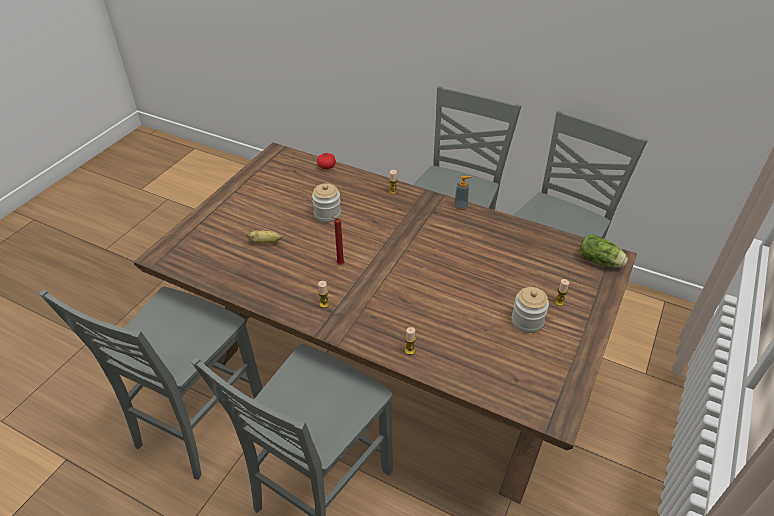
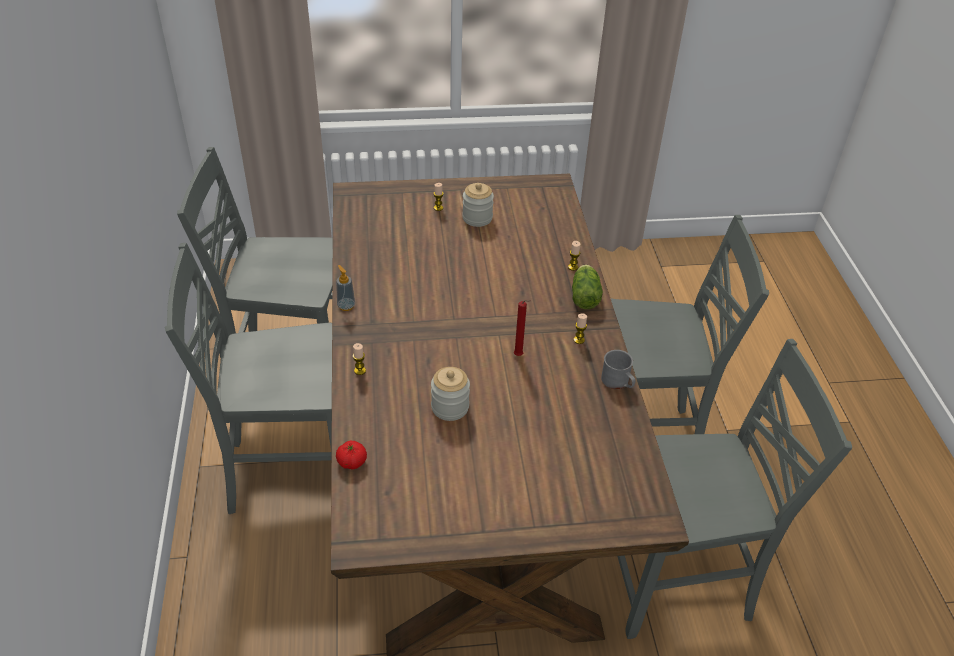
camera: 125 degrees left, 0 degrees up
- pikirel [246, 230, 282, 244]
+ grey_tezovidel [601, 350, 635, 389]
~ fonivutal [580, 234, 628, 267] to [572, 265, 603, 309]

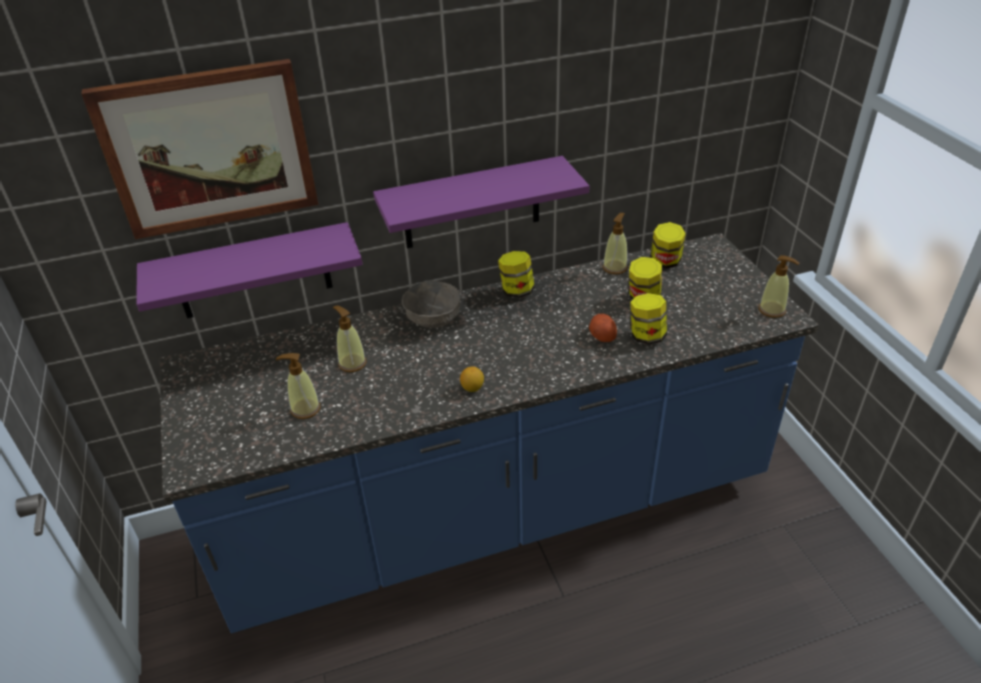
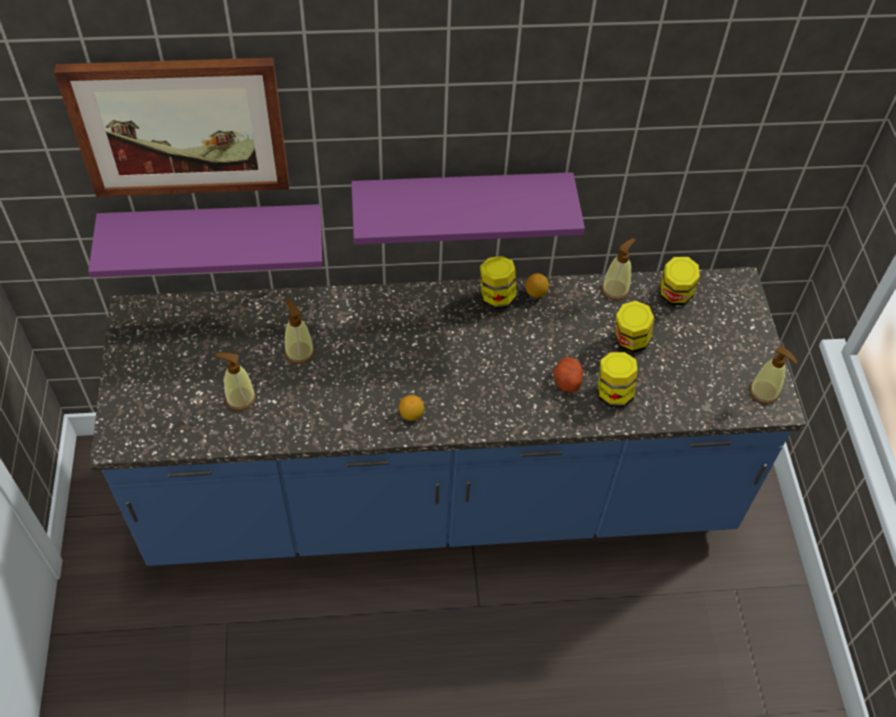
camera: 10 degrees right, 15 degrees up
- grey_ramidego [402, 281, 462, 328]
+ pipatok [526, 273, 549, 298]

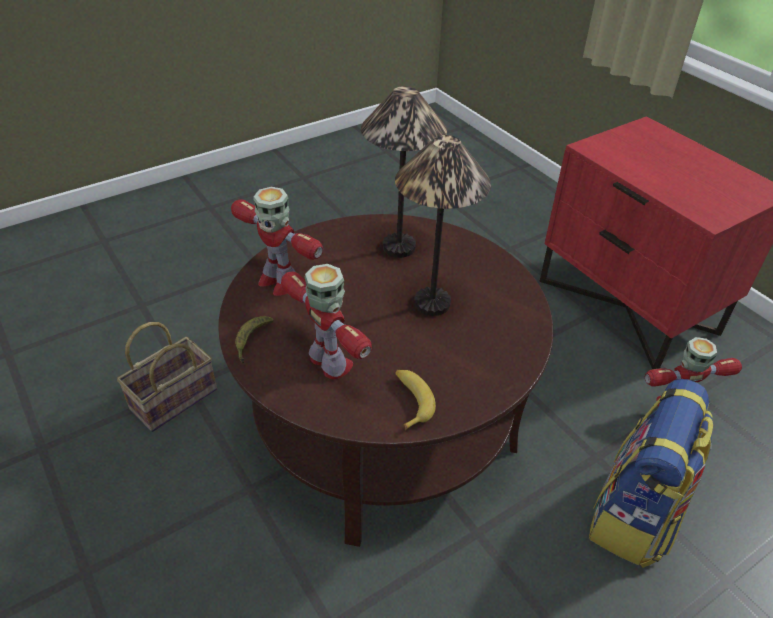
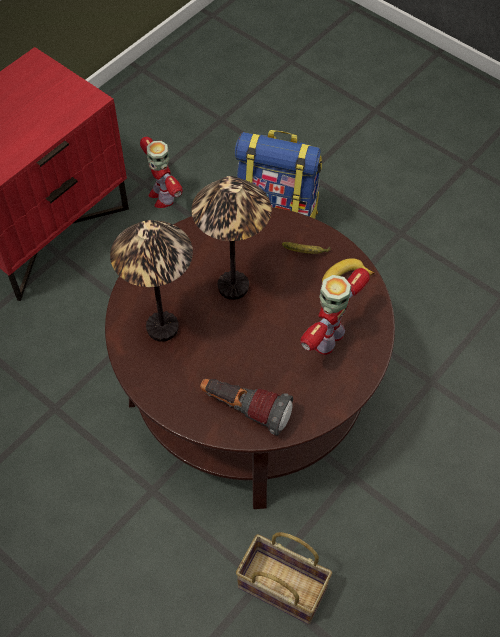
camera: 105 degrees left, 15 degrees up
~ pikirel [235, 316, 274, 364] to [282, 242, 331, 254]
~ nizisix [231, 187, 323, 296] to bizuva [200, 379, 293, 436]

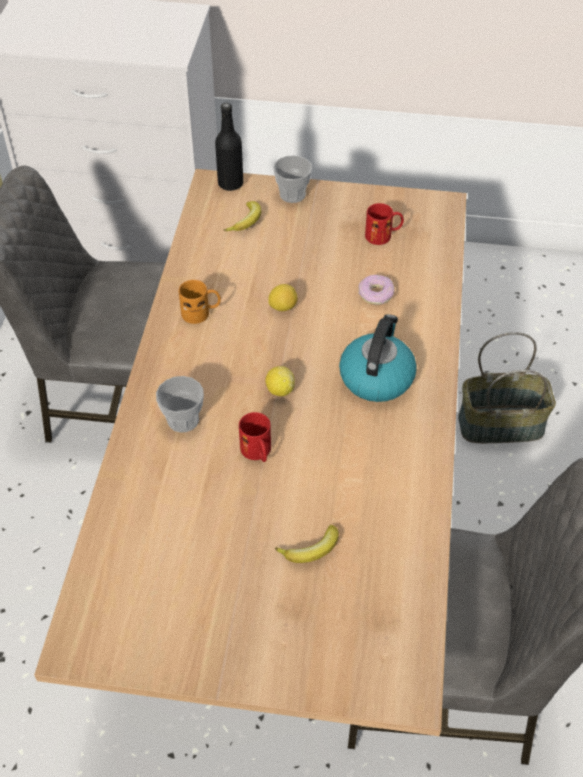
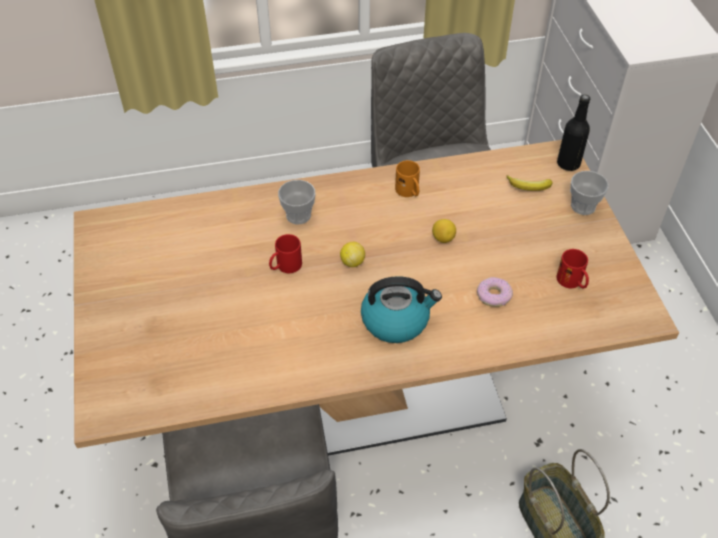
camera: 70 degrees right, 0 degrees up
- pikirel [275, 525, 339, 563]

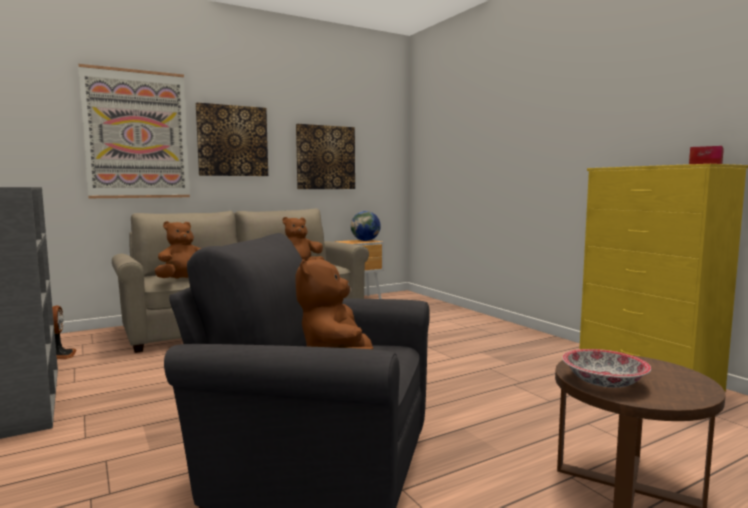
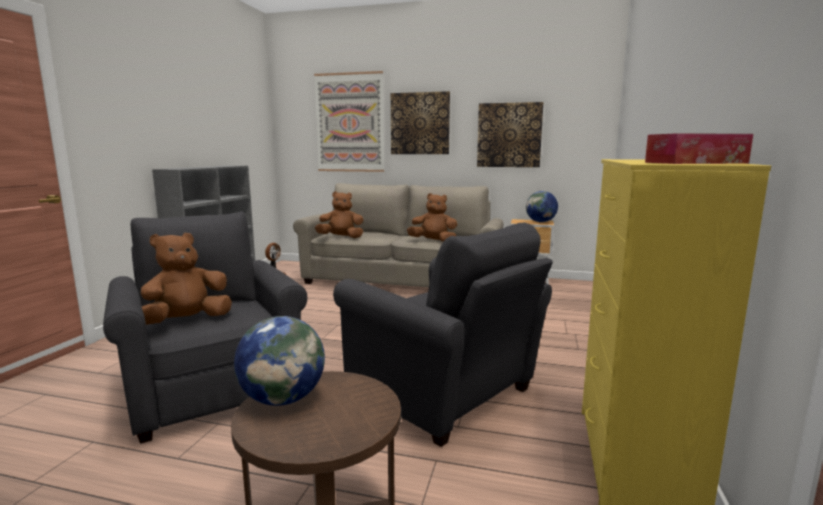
camera: 45 degrees right, 5 degrees up
+ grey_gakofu [333, 223, 553, 447]
~ ramidego [562, 349, 651, 388] to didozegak [234, 316, 325, 406]

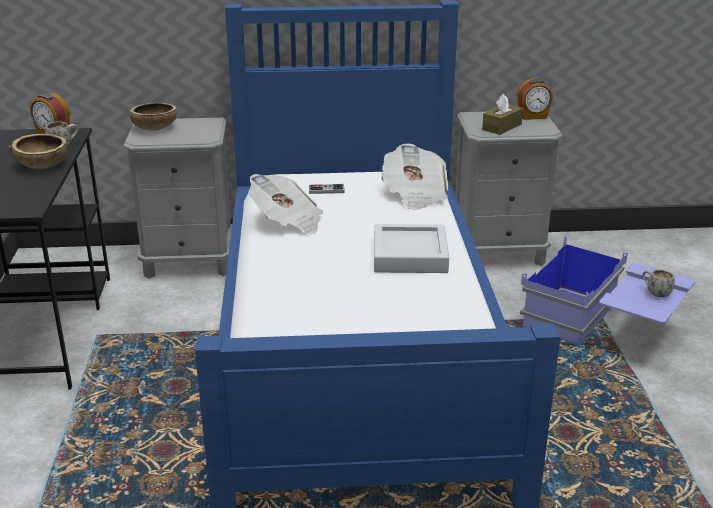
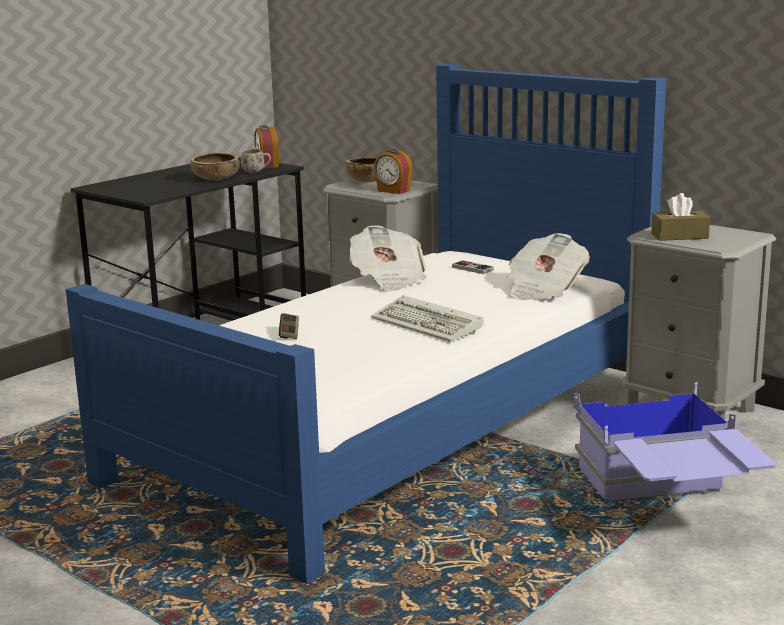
camera: 45 degrees right, 10 degrees down
- white_tezovidel [642, 270, 675, 297]
+ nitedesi [279, 313, 299, 339]
~ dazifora [517, 78, 553, 120] to [374, 149, 412, 194]
~ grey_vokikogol [374, 224, 449, 273] to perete [371, 295, 484, 342]

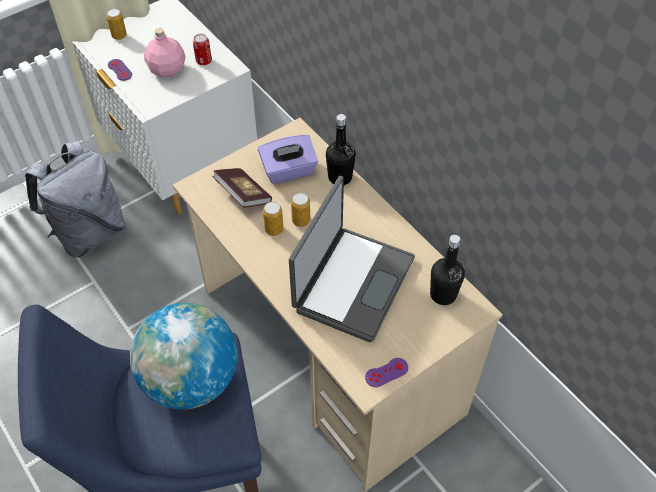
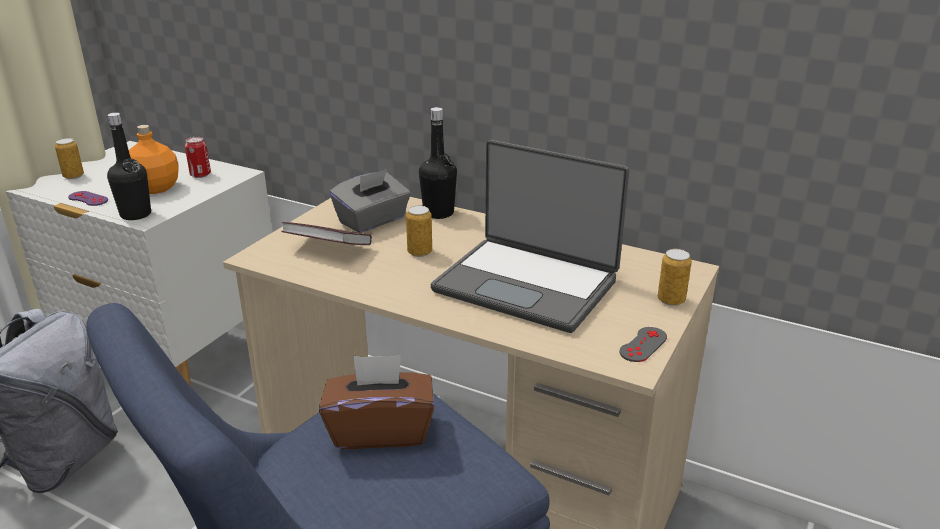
camera: 25 degrees left, 25 degrees down
~ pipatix [263, 202, 283, 236] to [658, 249, 692, 306]
~ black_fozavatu [430, 235, 465, 305] to [107, 113, 151, 220]
~ didozegak [130, 303, 237, 410] to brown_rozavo [319, 355, 434, 449]
~ pink_fozavatu [144, 28, 185, 78] to orange_fozavatu [129, 125, 179, 194]
~ purple_rozavo [258, 135, 318, 184] to grey_rozavo [330, 169, 411, 233]
~ purple_nitedesi [365, 358, 408, 387] to grey_nitedesi [619, 327, 667, 362]
~ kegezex [289, 176, 415, 342] = [431, 140, 629, 333] 120 degrees clockwise

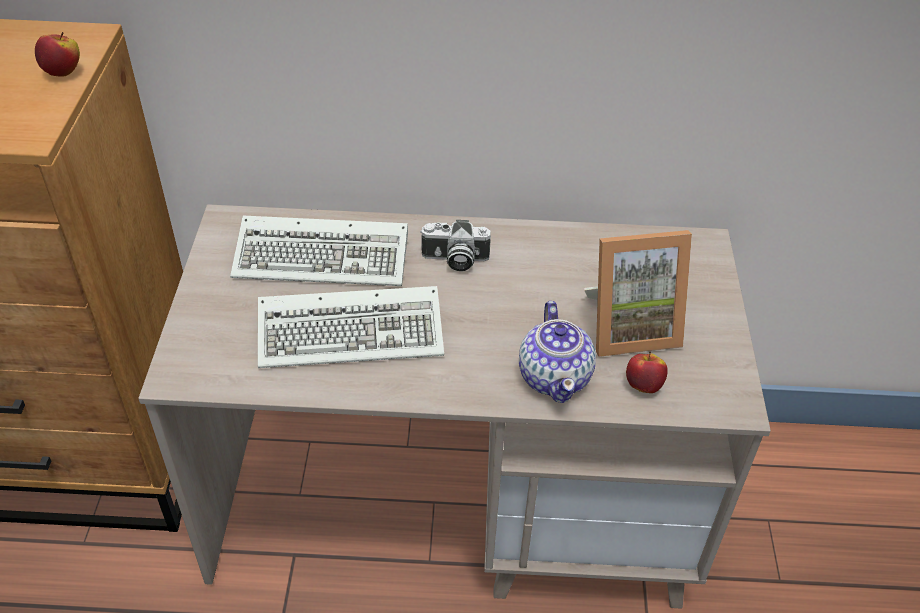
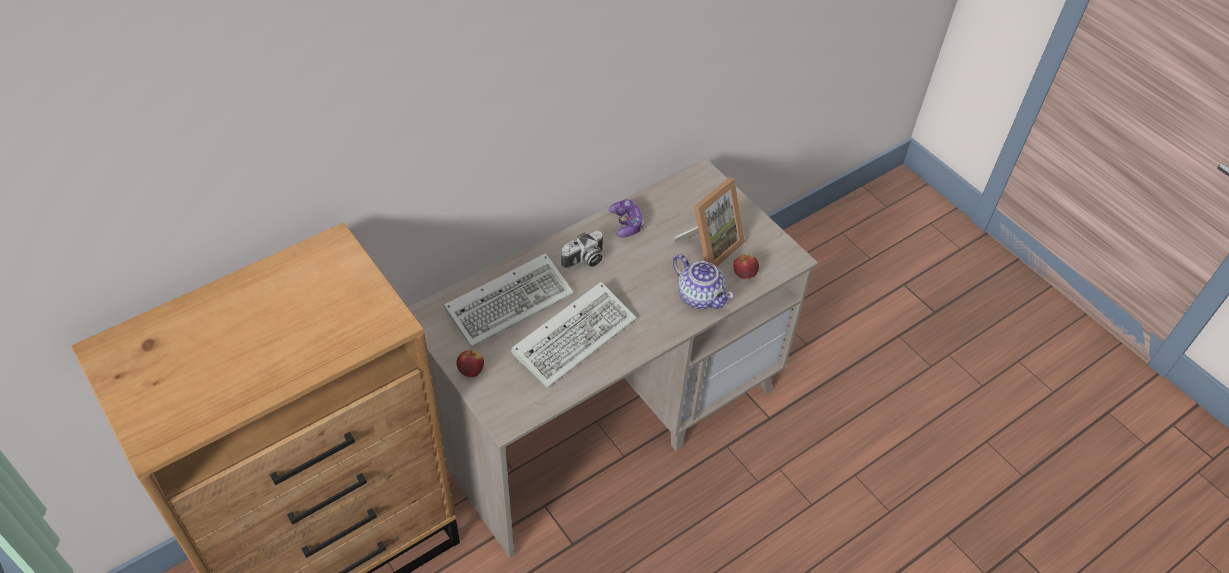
camera: 40 degrees left, 5 degrees up
+ nitedesi [609, 199, 644, 238]
~ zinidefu [35, 32, 80, 77] to [456, 350, 484, 377]

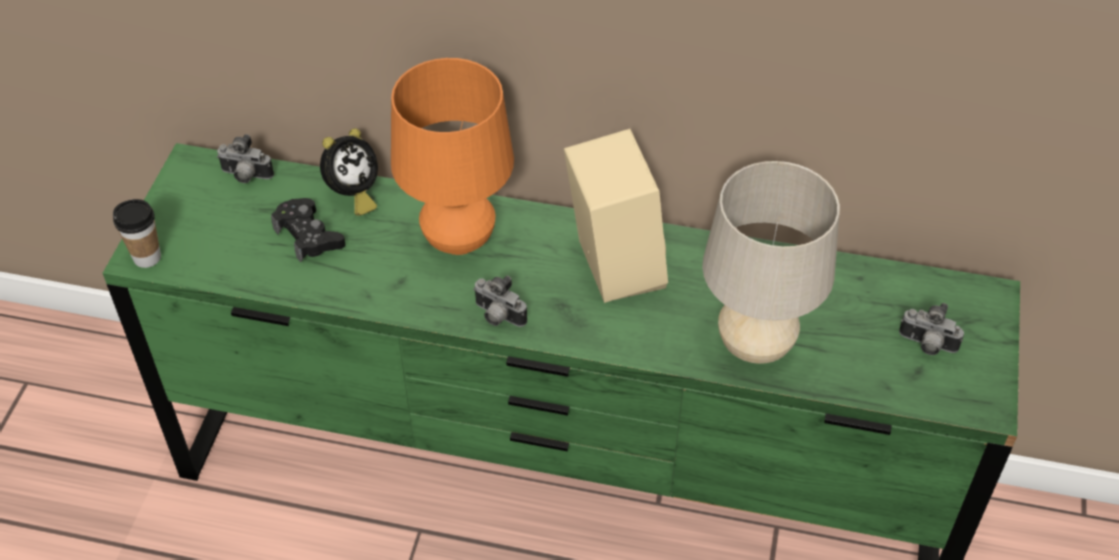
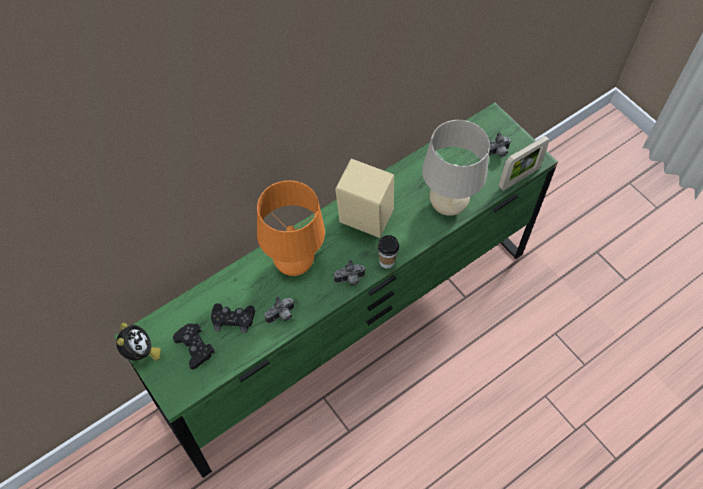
camera: 50 degrees left, 10 degrees up
+ black_nitedesi [173, 323, 215, 370]
+ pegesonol [499, 136, 550, 191]
~ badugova [113, 199, 161, 268] to [378, 235, 399, 269]
~ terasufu [217, 134, 274, 183] to [264, 297, 294, 324]
~ dazifora [320, 128, 378, 216] to [116, 323, 161, 361]

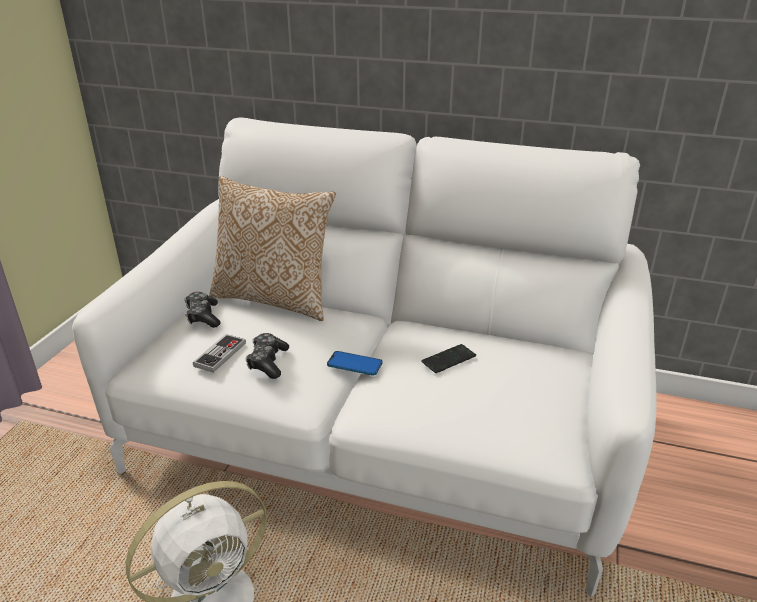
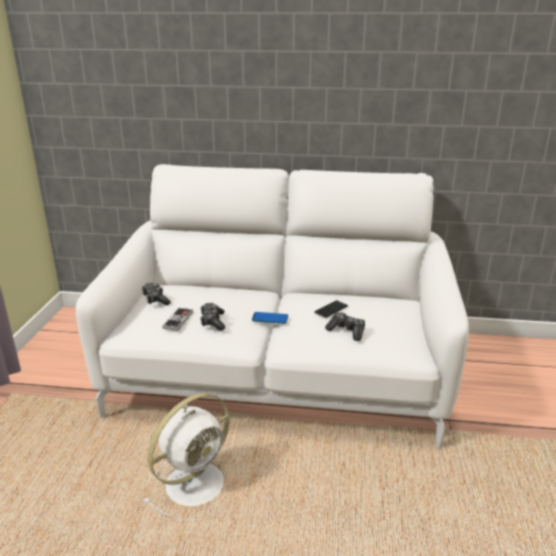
camera: 10 degrees left, 5 degrees down
- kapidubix [209, 176, 336, 321]
+ nitedesi [325, 312, 365, 341]

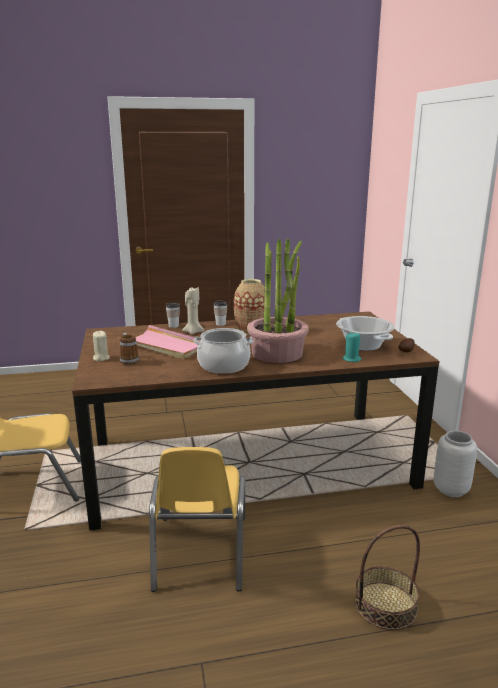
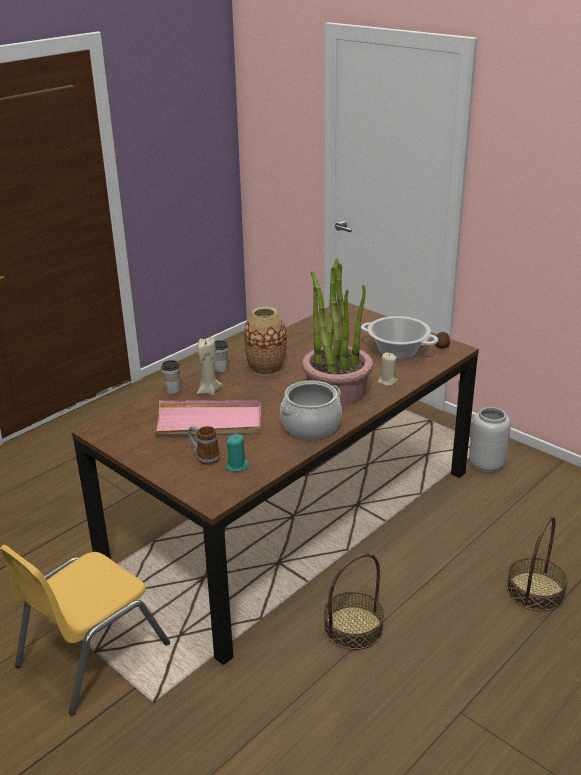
camera: 35 degrees left, 10 degrees up
~ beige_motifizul [93, 331, 110, 361] to [378, 352, 398, 386]
~ turquoise_motifizul [343, 332, 362, 362] to [226, 434, 248, 472]
~ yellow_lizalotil [149, 447, 245, 592] to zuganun [324, 553, 384, 650]

